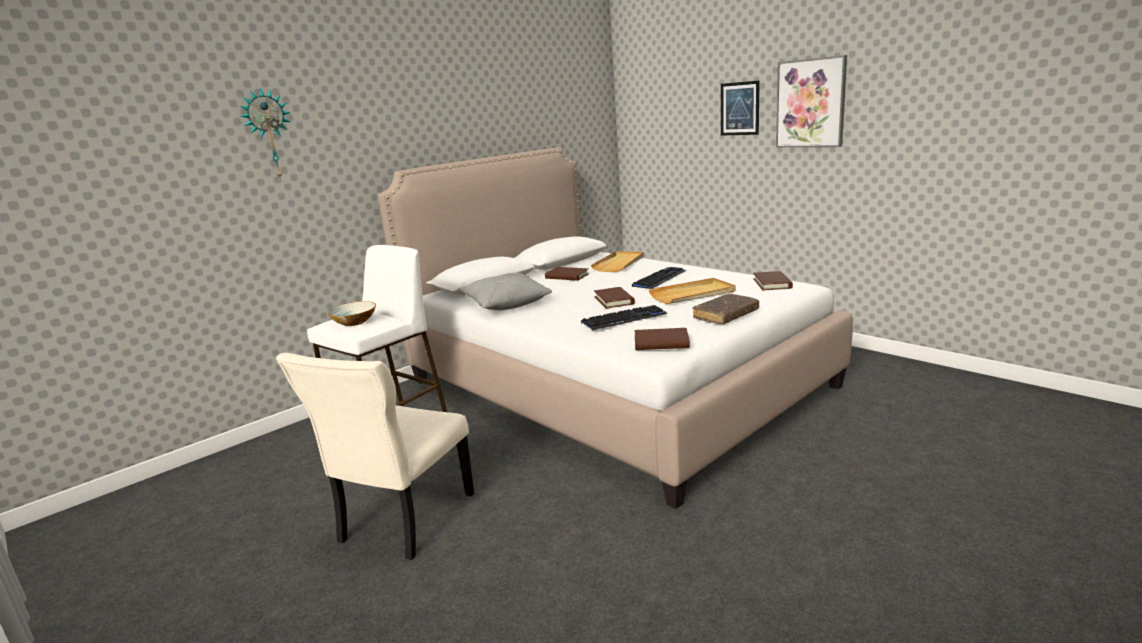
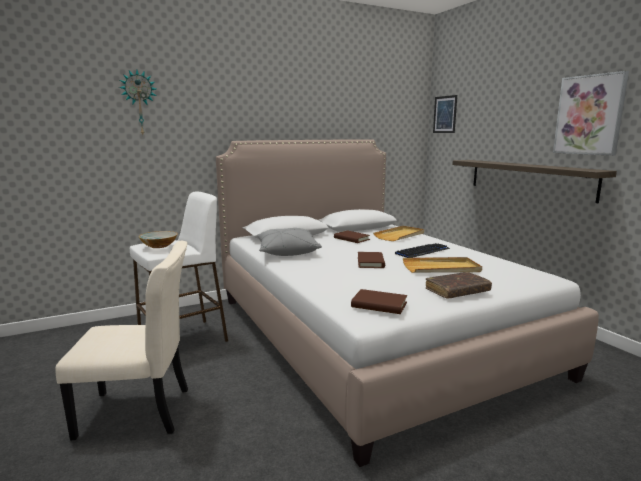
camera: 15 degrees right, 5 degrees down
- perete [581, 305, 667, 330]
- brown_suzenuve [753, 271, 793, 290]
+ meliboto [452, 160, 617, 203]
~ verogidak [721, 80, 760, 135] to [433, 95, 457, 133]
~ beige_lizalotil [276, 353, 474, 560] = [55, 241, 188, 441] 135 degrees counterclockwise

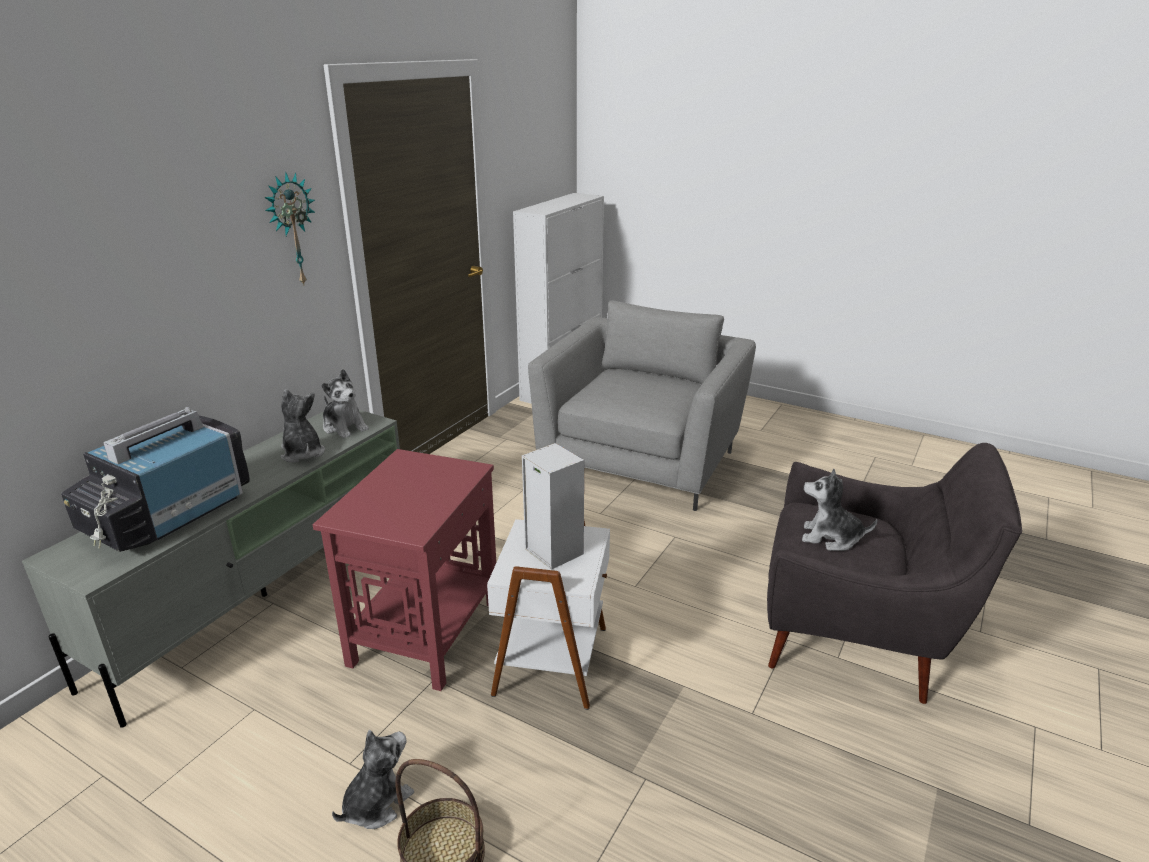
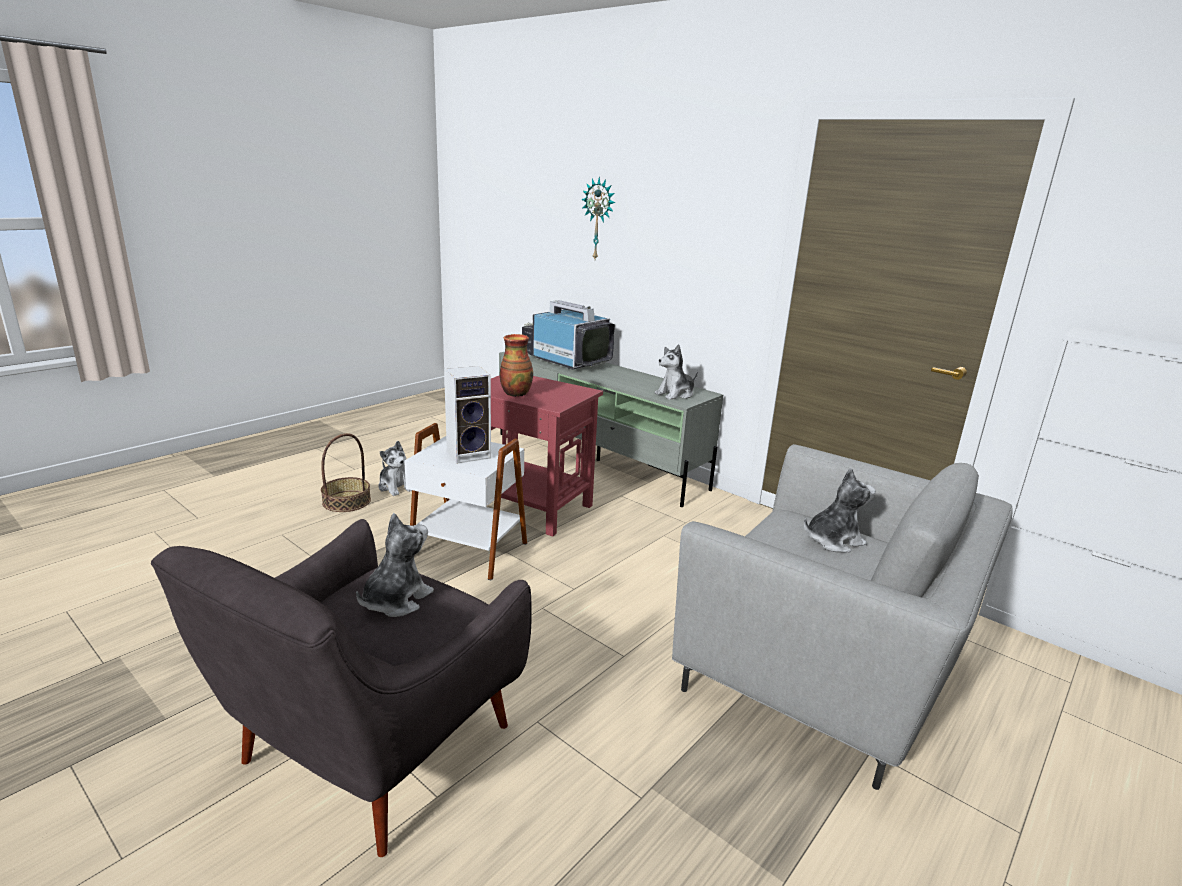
camera: 100 degrees right, 5 degrees down
+ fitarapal [500, 334, 533, 397]
~ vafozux [264, 171, 315, 286] to [581, 177, 615, 259]
~ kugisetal [280, 389, 325, 463] to [804, 468, 876, 553]

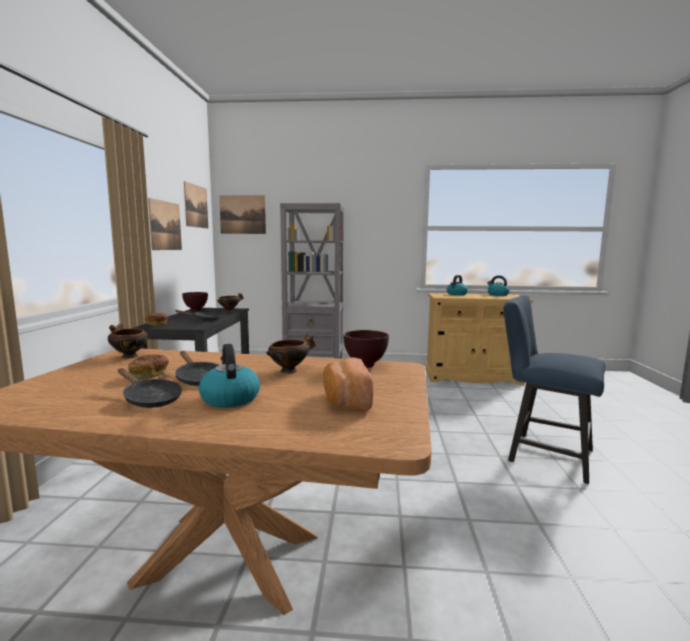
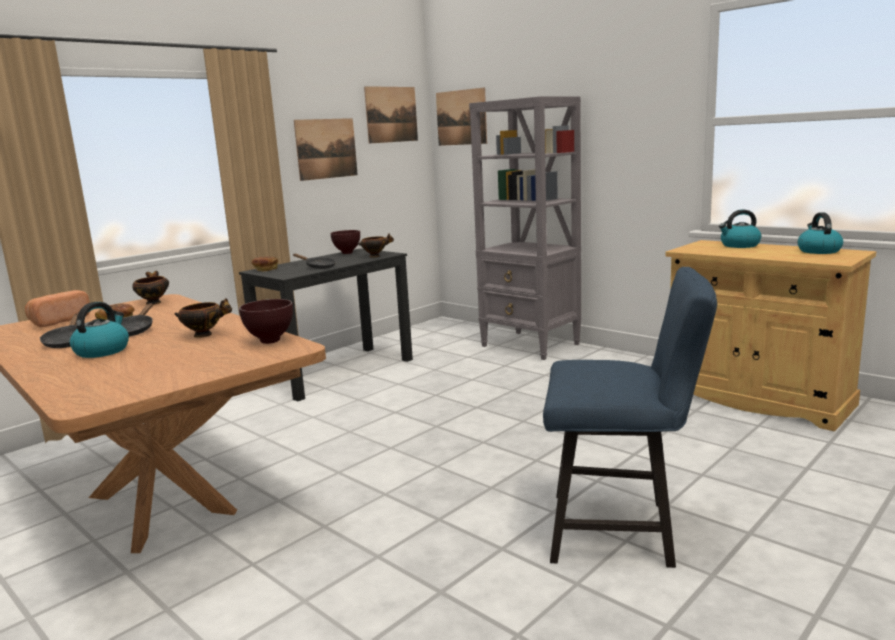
camera: 40 degrees right, 5 degrees up
~ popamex [323, 358, 373, 411] to [25, 290, 90, 327]
~ blue_lizalotil [503, 295, 606, 484] = [543, 267, 717, 568] 120 degrees clockwise

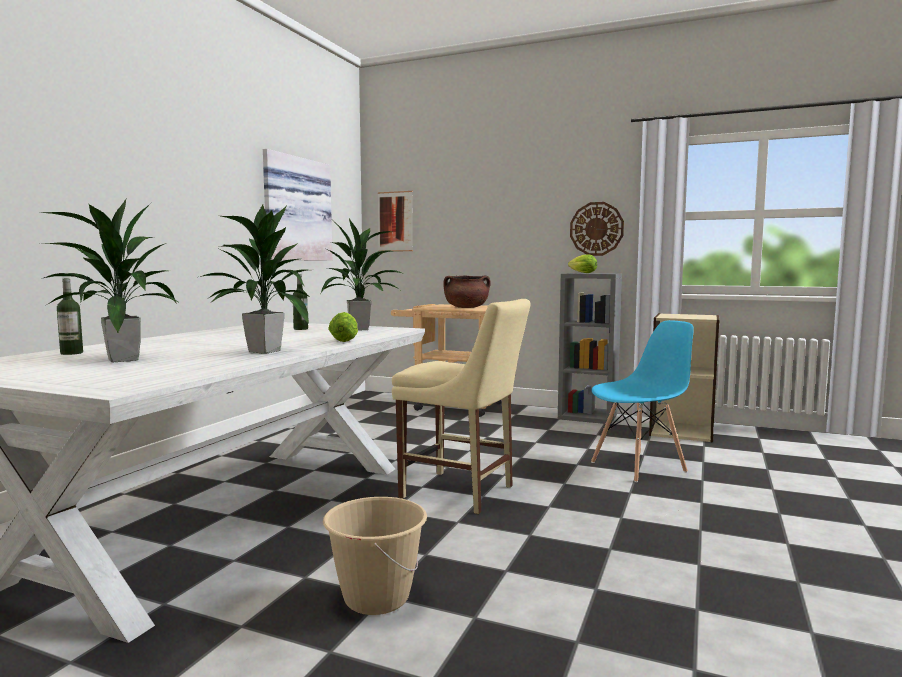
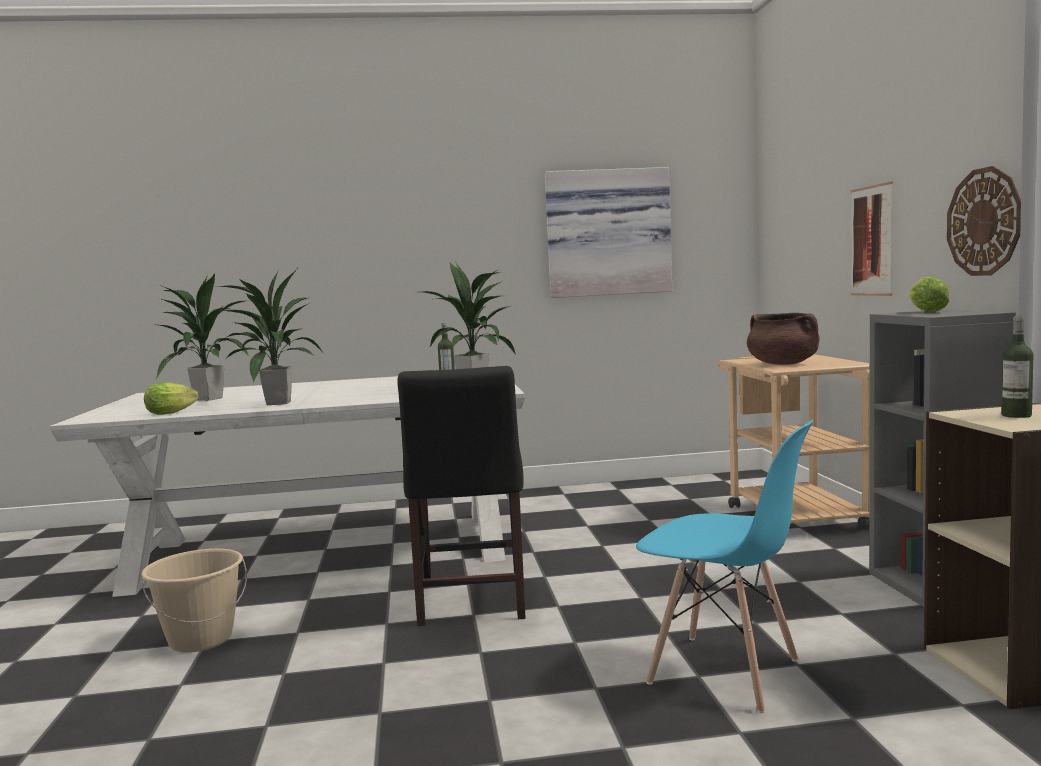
camera: 60 degrees right, 0 degrees up
~ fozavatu [57, 278, 83, 355] to [1001, 316, 1033, 418]
~ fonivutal [328, 312, 358, 342] to [144, 382, 199, 415]
~ verogidak [378, 191, 413, 251] to [851, 182, 893, 296]
~ beige_lizalotil [392, 299, 530, 514] to black_lizalotil [397, 366, 526, 626]

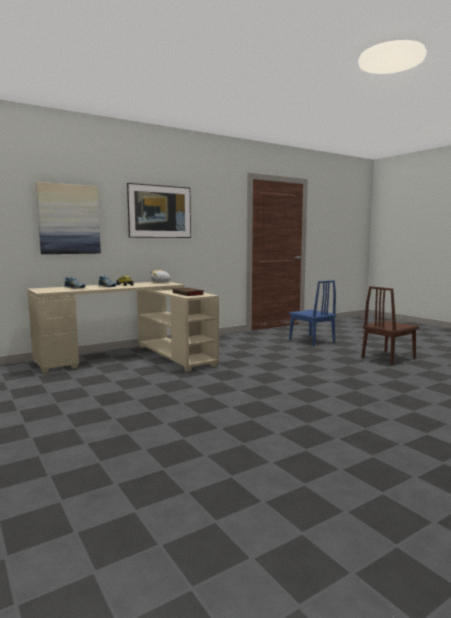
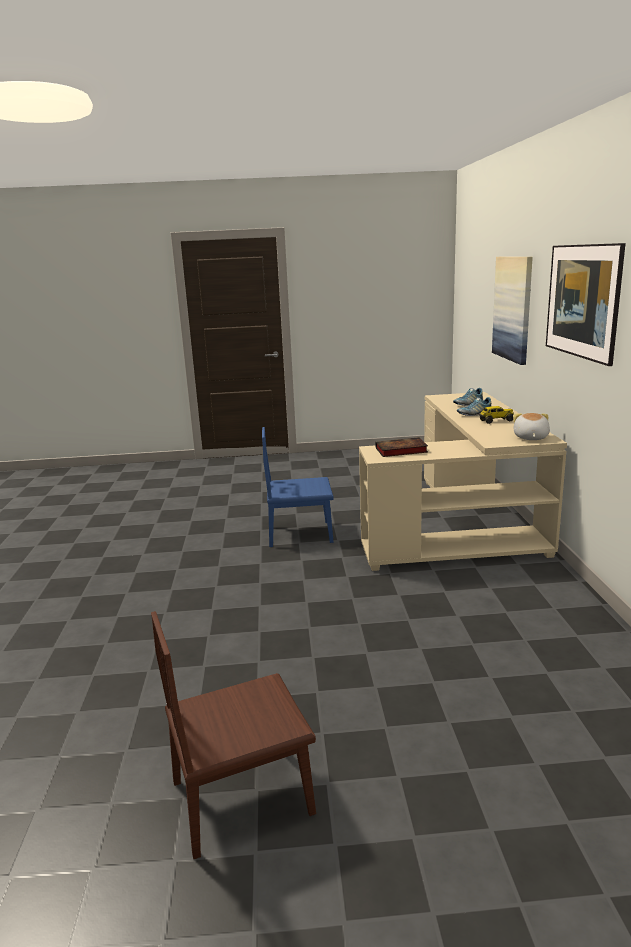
camera: 120 degrees right, 10 degrees up
~ blue_lizalotil [289, 280, 336, 346] to [262, 427, 334, 547]
~ brown_lizalotil [361, 286, 419, 365] = [151, 611, 316, 859] 105 degrees counterclockwise

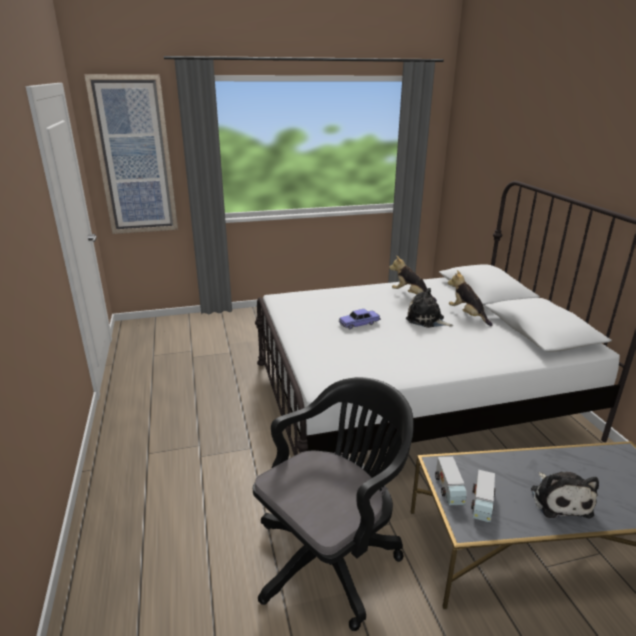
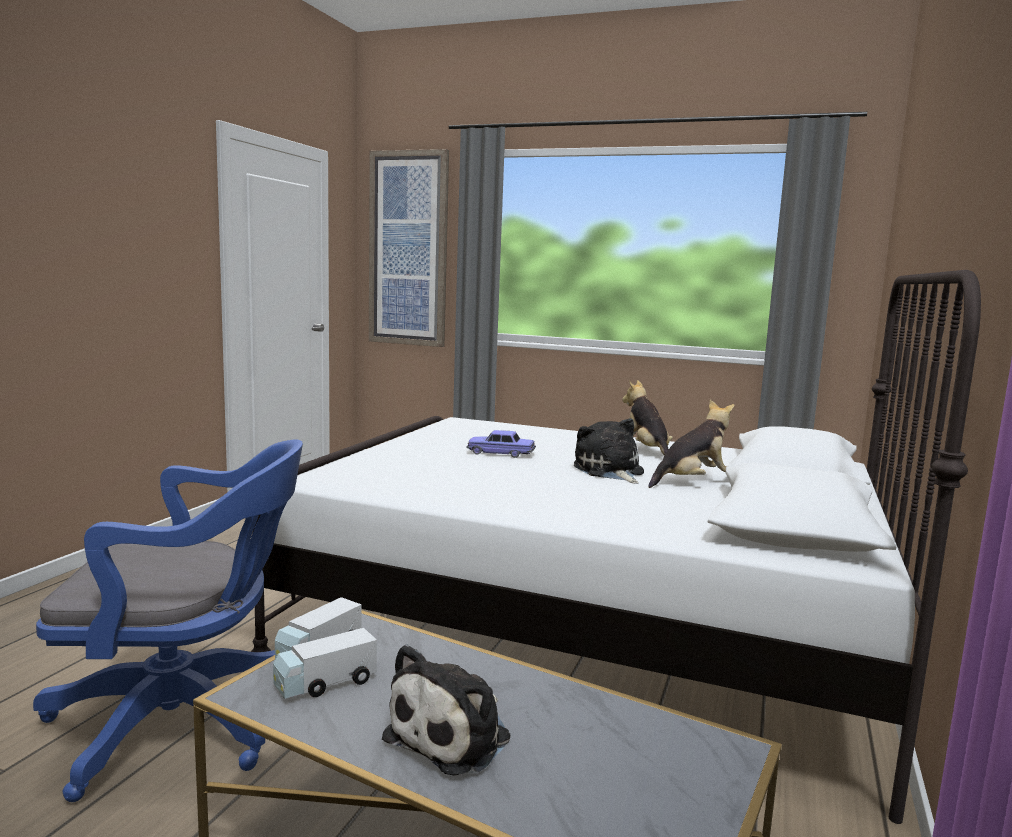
camera: 35 degrees right, 15 degrees down
~ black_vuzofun [253, 377, 414, 631] to blue_vuzofun [33, 439, 303, 802]
~ kugisetal [448, 270, 493, 326] = [649, 400, 734, 488] 60 degrees clockwise

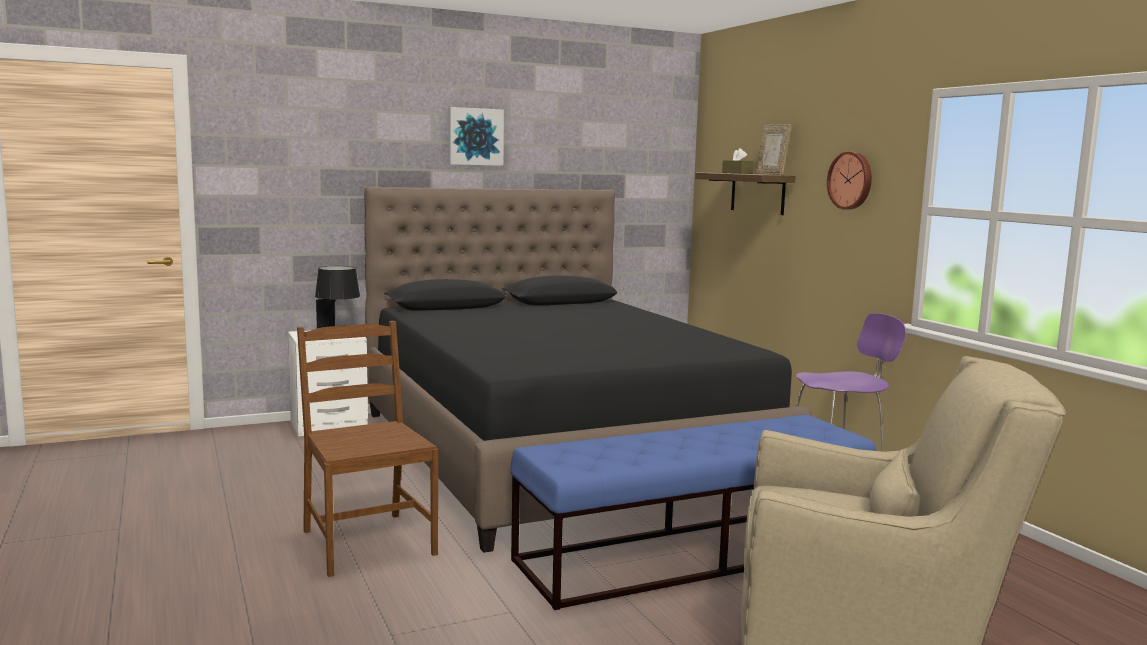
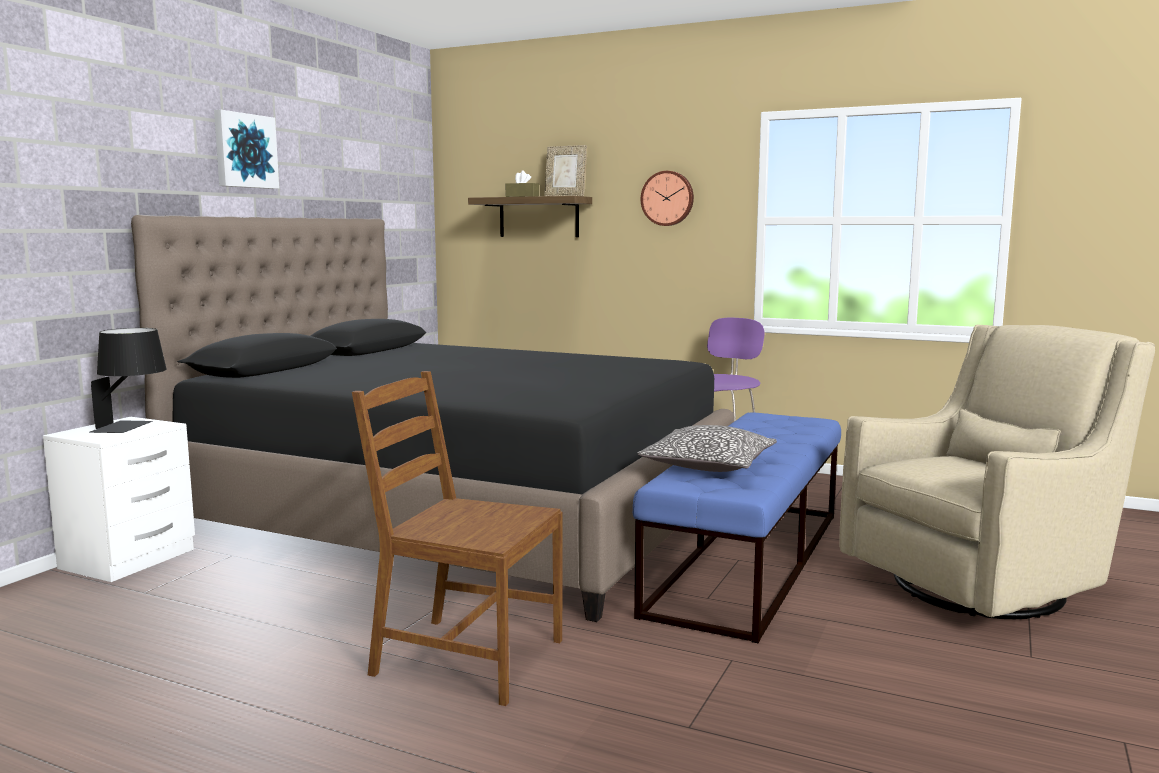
camera: 40 degrees left, 0 degrees up
+ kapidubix [637, 425, 777, 472]

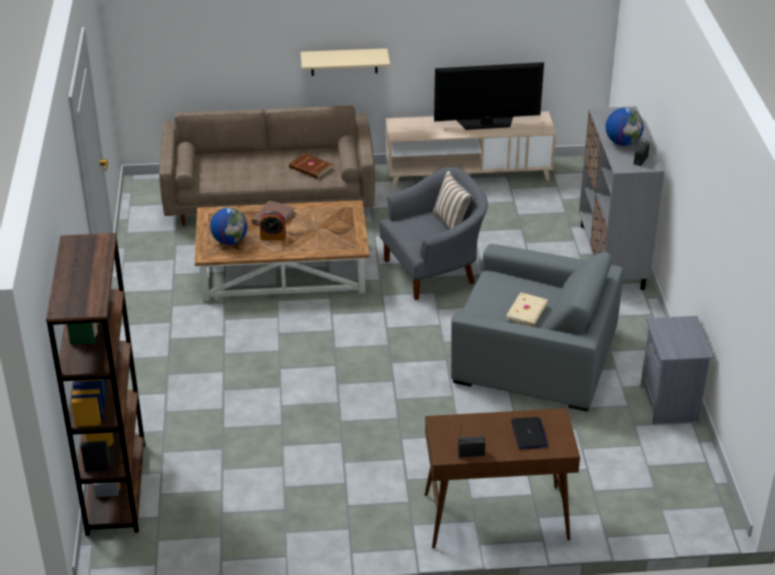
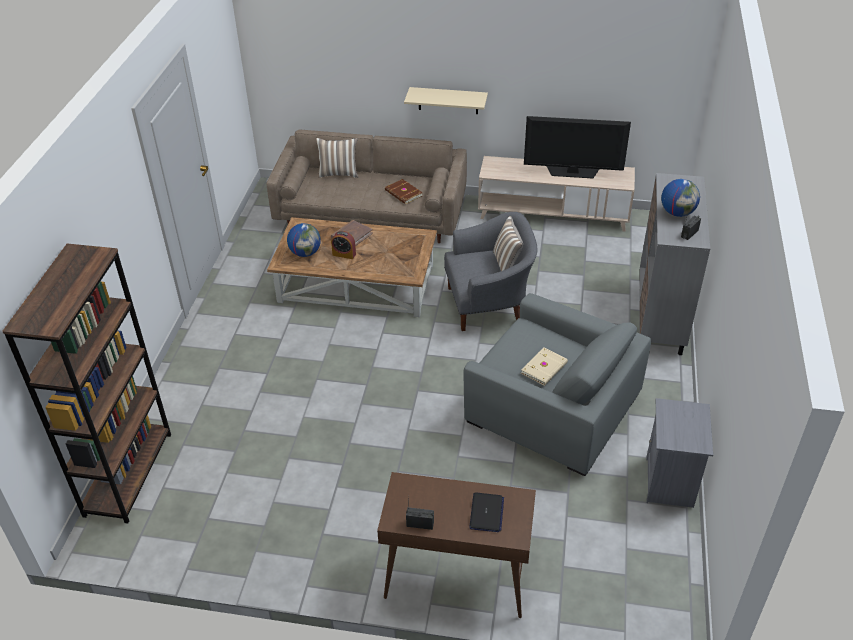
camera: 15 degrees right, 5 degrees up
+ kapidubix [316, 138, 358, 178]

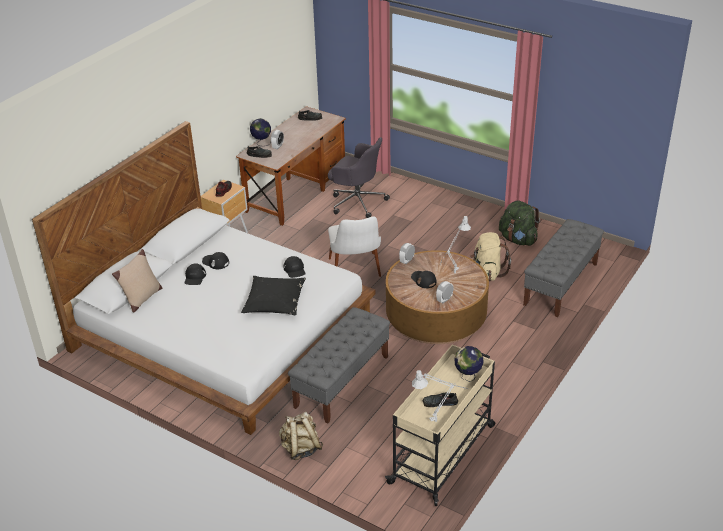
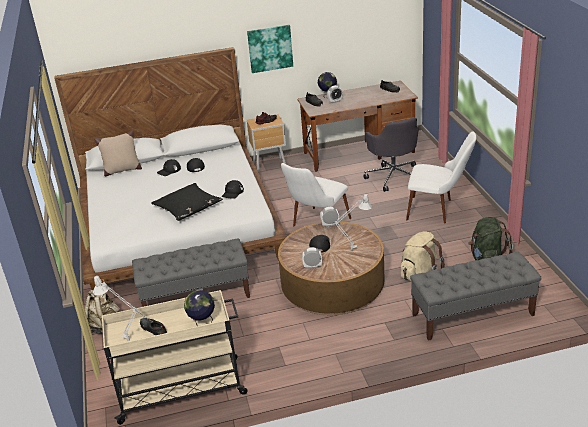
camera: 45 degrees right, 5 degrees down
+ verogidak [247, 25, 293, 73]
+ white_lizalotil [406, 132, 476, 224]

